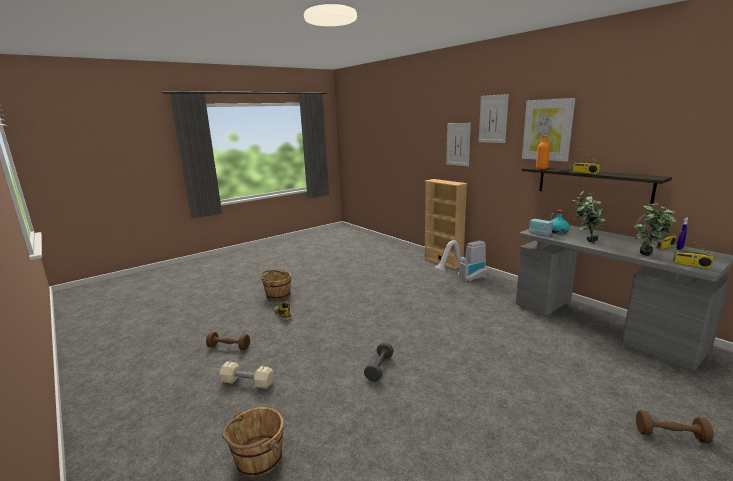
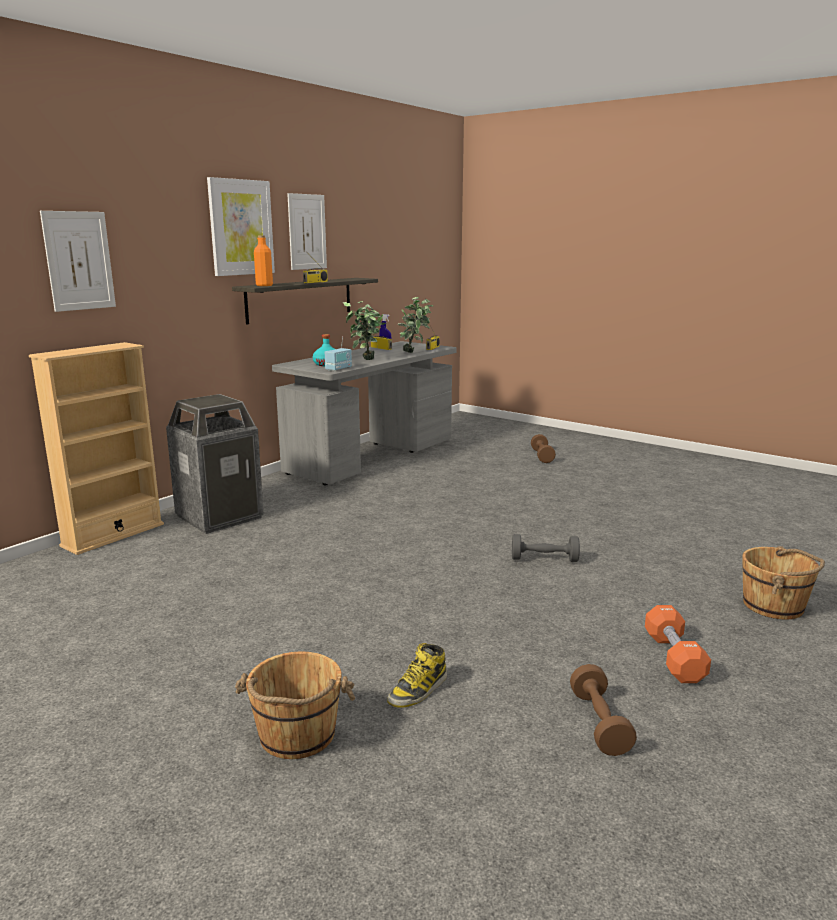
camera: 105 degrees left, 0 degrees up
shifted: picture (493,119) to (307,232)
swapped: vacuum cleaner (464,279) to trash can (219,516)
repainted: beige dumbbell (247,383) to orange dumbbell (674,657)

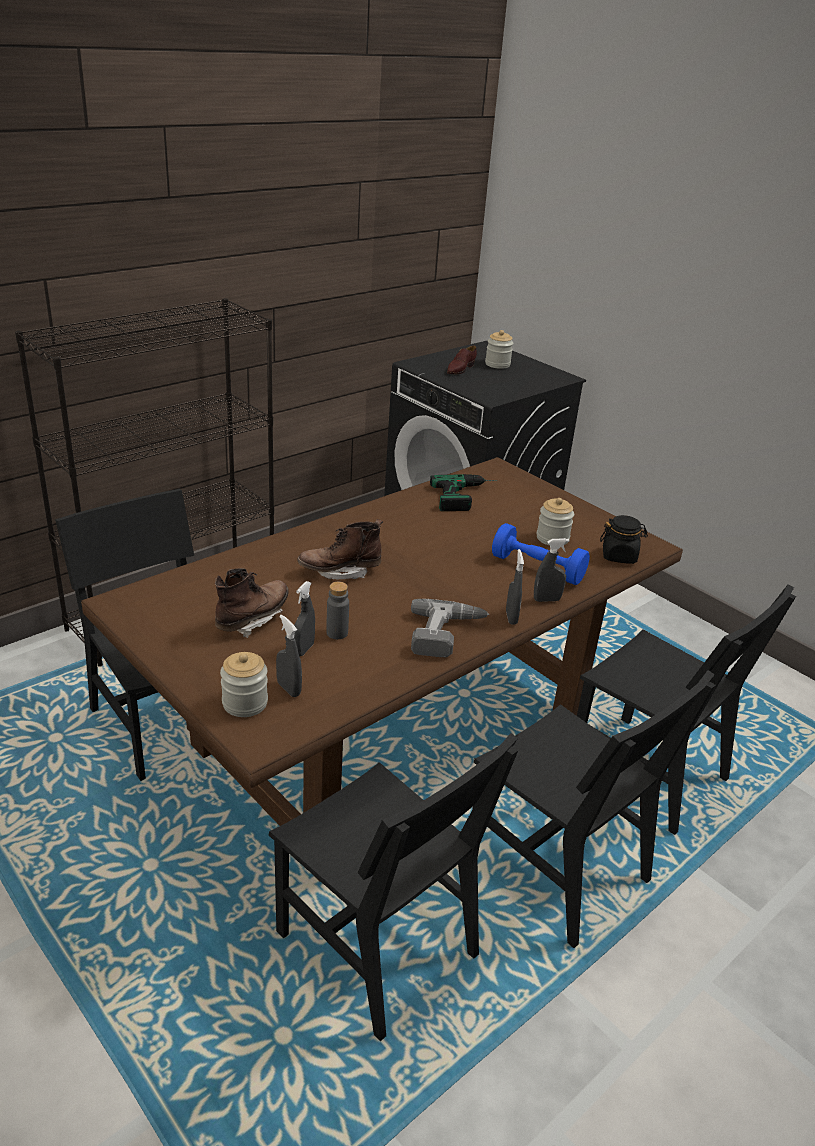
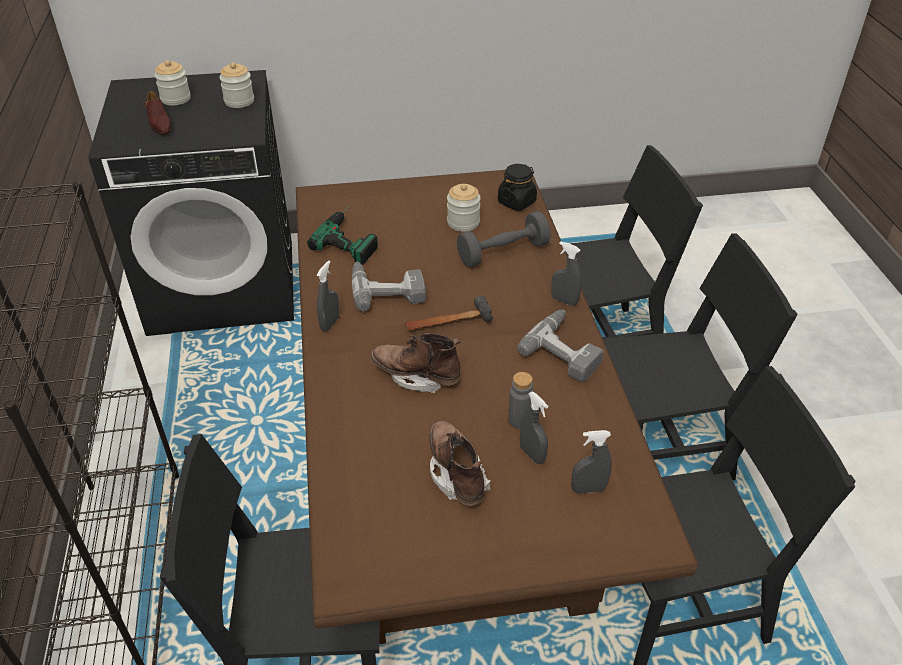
camera: 55 degrees left, 10 degrees up
new: power drill (387,289); hammer (448,321)
shifted: jar (245,703) to (239,101); grey spray bottle (547,600) to (330,323)
repainted: blue dumbbell (537,568) to grey dumbbell (503,253)
rotated: brown boot (340,571) = (416,376) 90 degrees clockwise

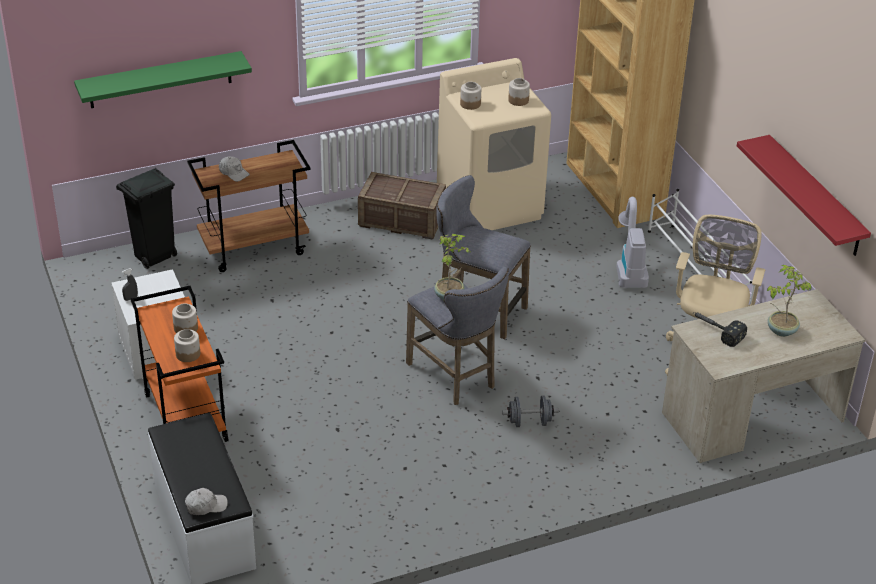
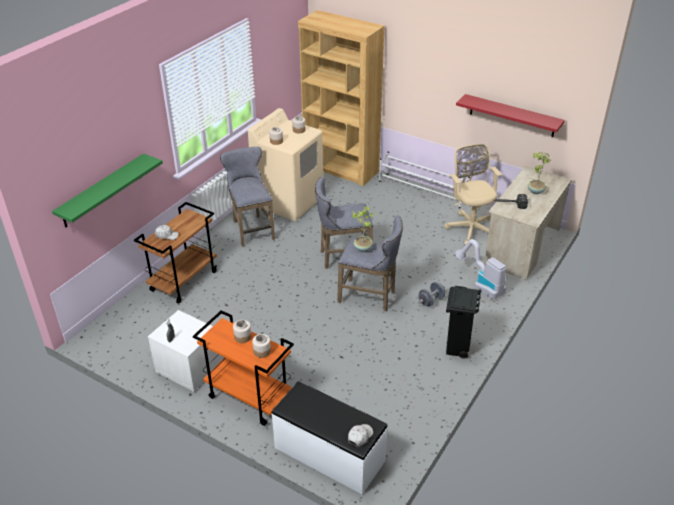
camera: 35 degrees left, 0 degrees up
shifted: black trash can (154,257) to (457,349); vacuum cleaner (629,267) to (481,284)
swapped: crate (402,220) to grey stool (251,229)

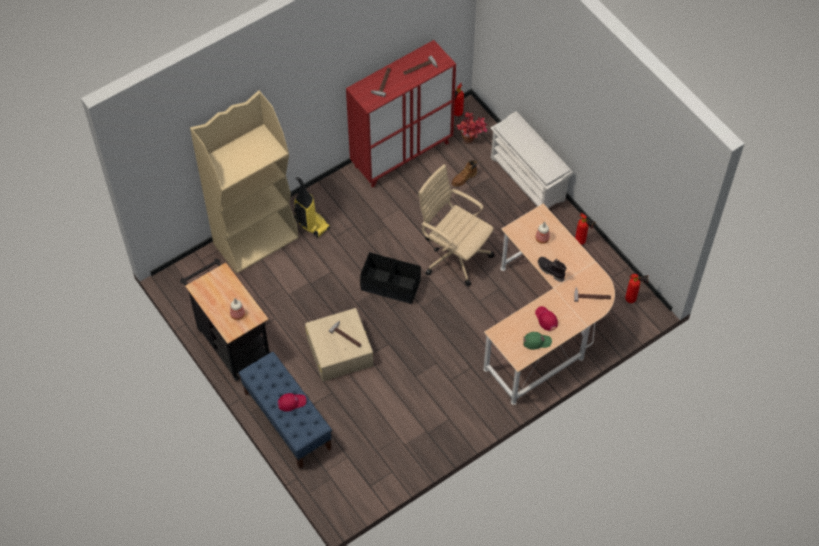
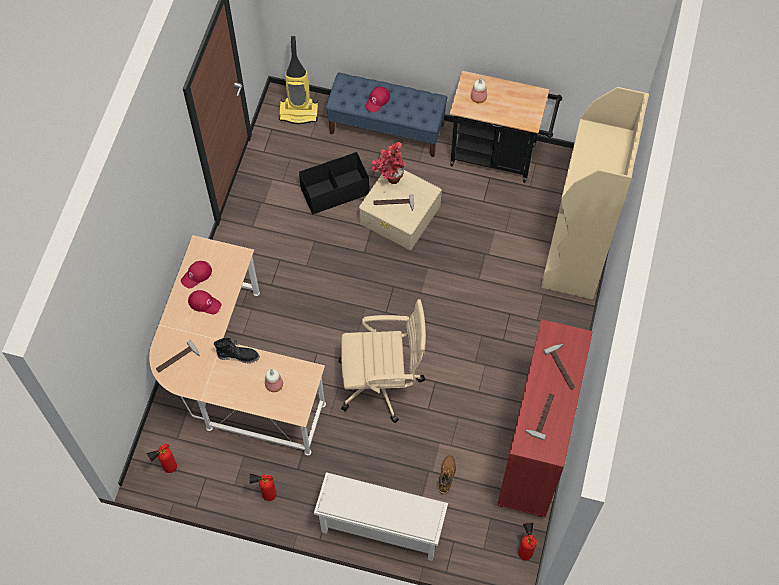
camera: 140 degrees right, 5 degrees up
shifted: vacuum cleaner (311,224) to (299,112); black storage box (390,286) to (334,191); potted plant (471,141) to (389,180)
repainted: green cap (536,341) to red cap (196,275)

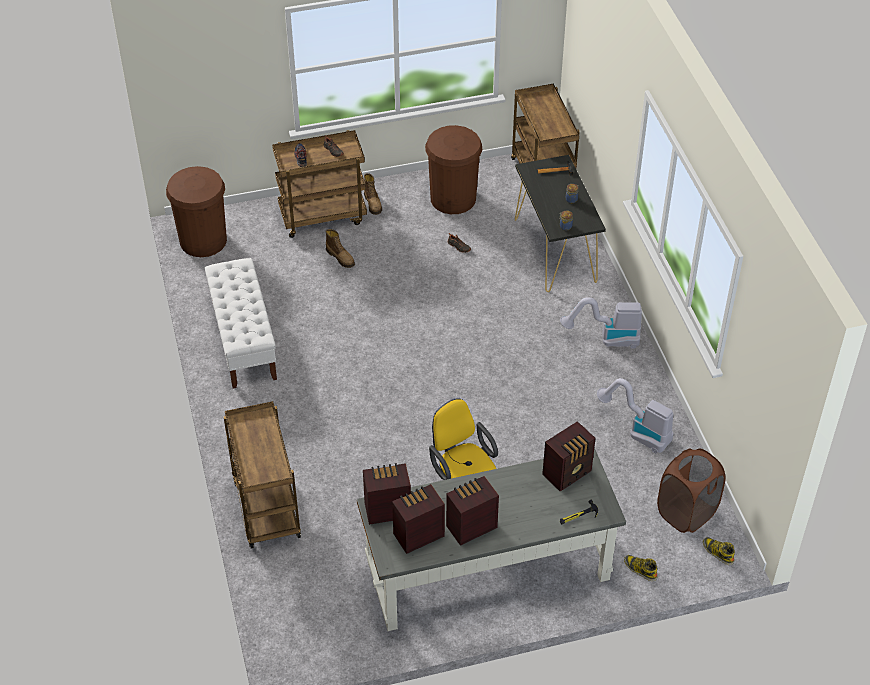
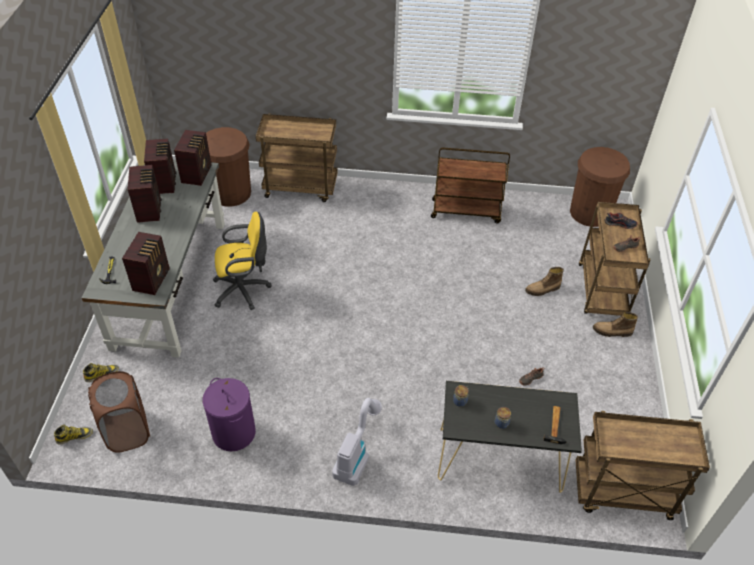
camera: 110 degrees right, 0 degrees up
shifted: brown trash can (453,198) to (231,193)
swapped: vacuum cleaner (637,431) to purple laundry basket (233,432); white bench (243,340) to brown cart (466,211)
rotated: radio (568,473) = (152,279) 150 degrees counterclockwise

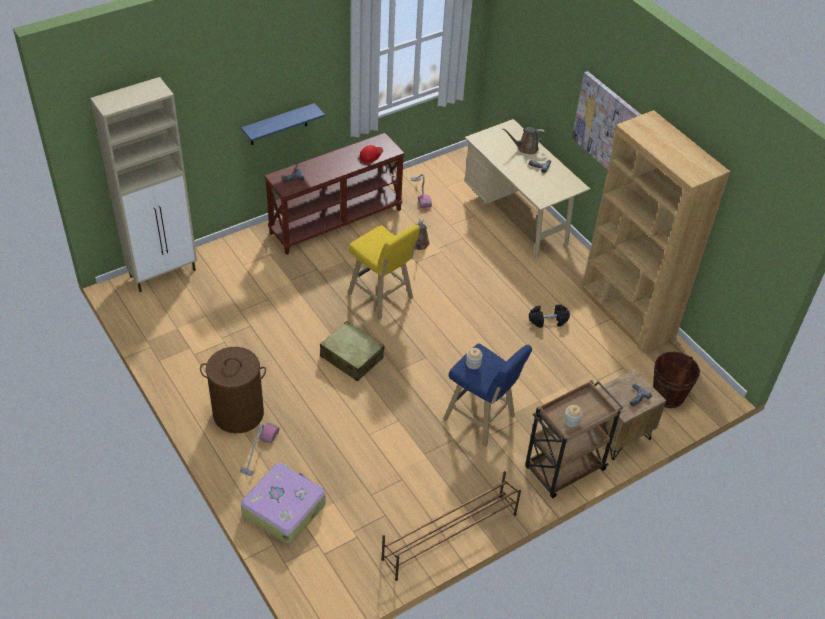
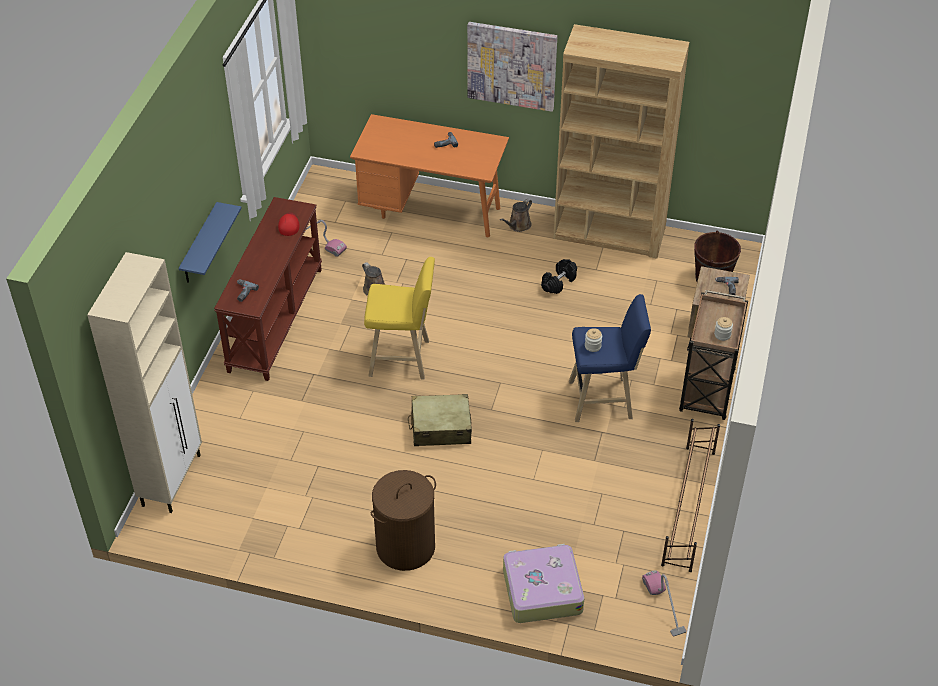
camera: 40 degrees left, 0 degrees up
shifted: brown watering can (525,148) to (518,225); vacuum cleaner (259,450) to (664,605)
repainted: beige desk (518,218) to orange desk (431,211)

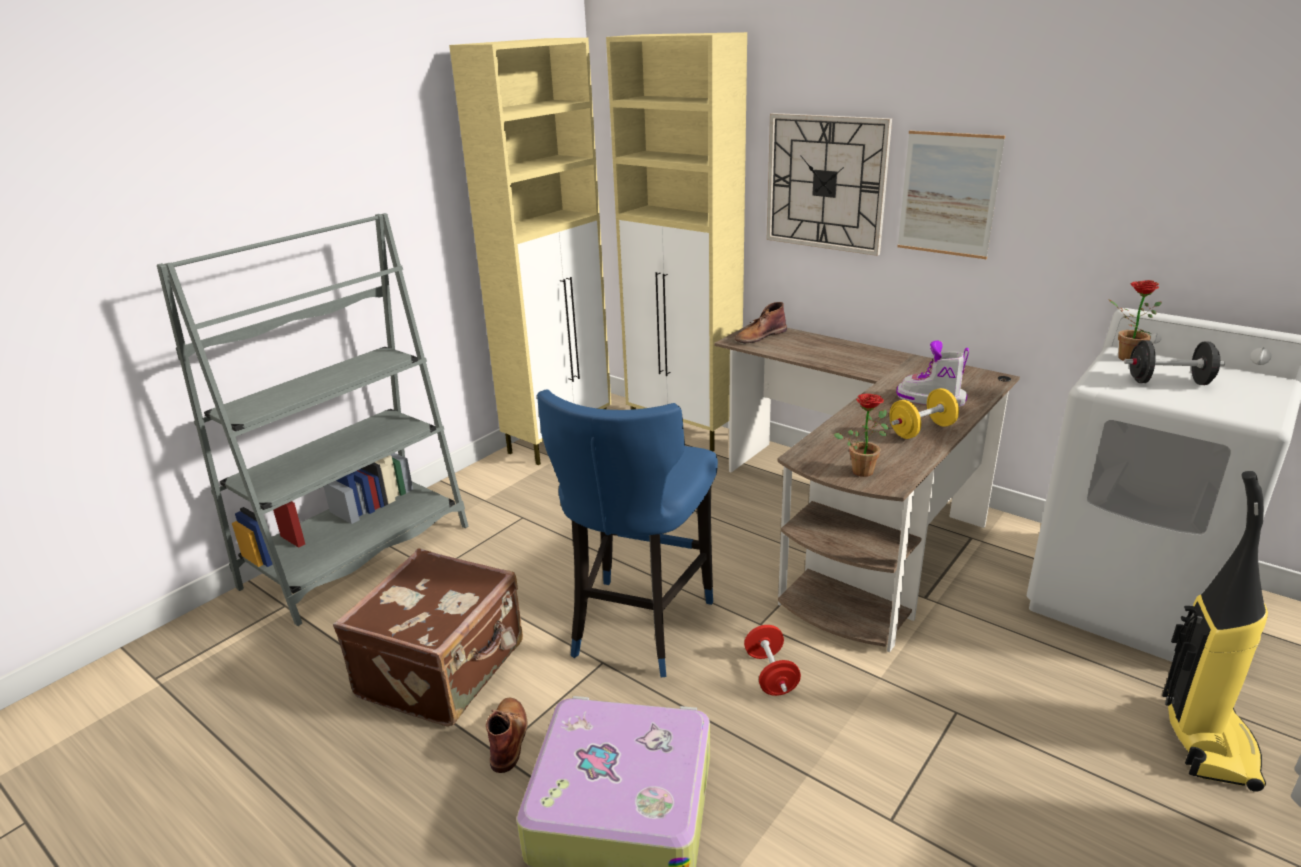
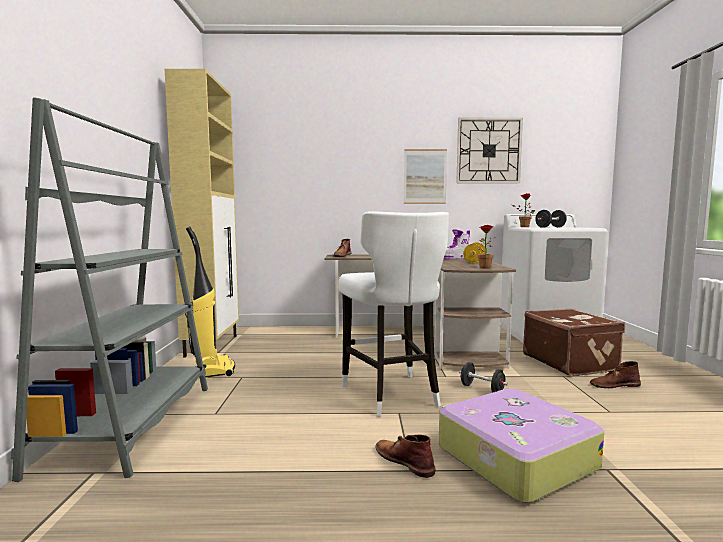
camera: 40 degrees left, 20 degrees down
gone: beige cabinet (684,431)
new: brown boot (614,385)
shifted: vacuum cleaner (1204,740) to (213,369); wall clock (826,183) to (488,151); brown suitcase (445,670) to (570,362)
repainted: blue stool (638,627) to white stool (391,395); red dumbbell (771,674) to black dumbbell (482,389)

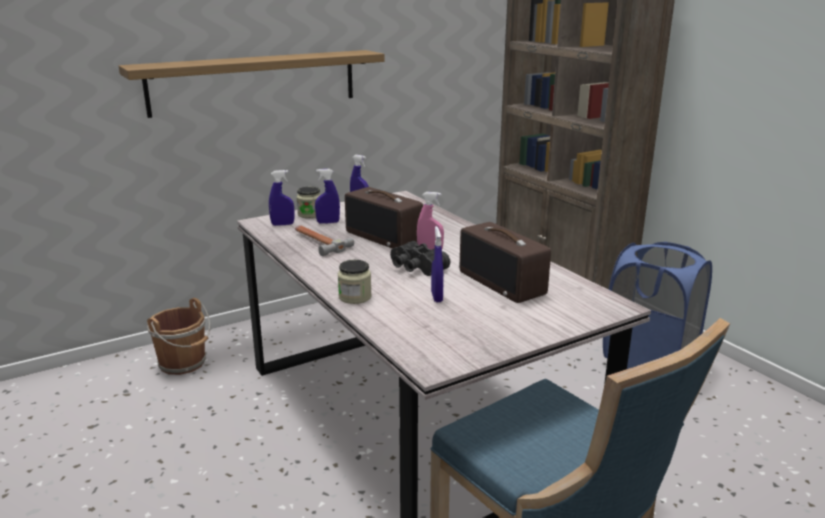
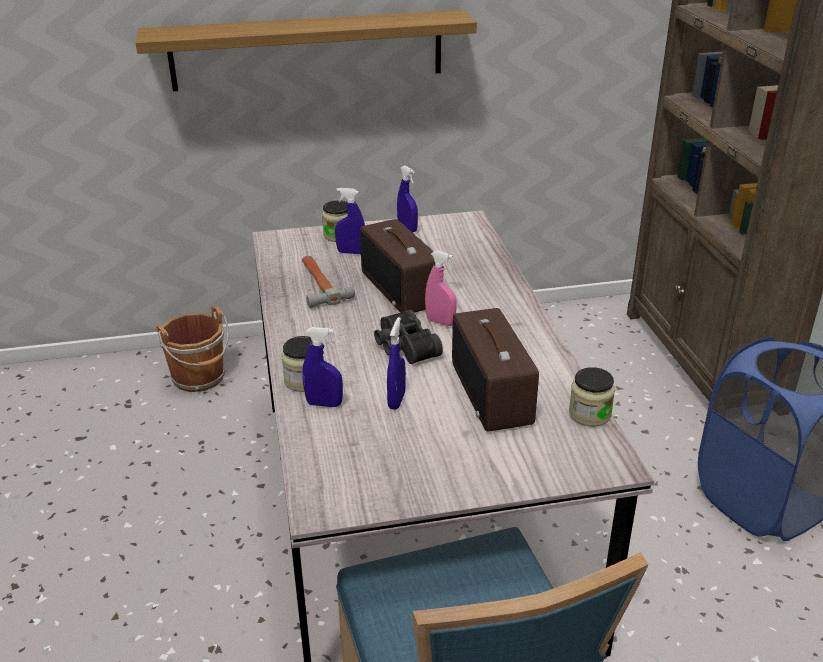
camera: 20 degrees right, 10 degrees up
new: jar (589,414)
shifted: blue spray bottle (282,224) to (324,404)

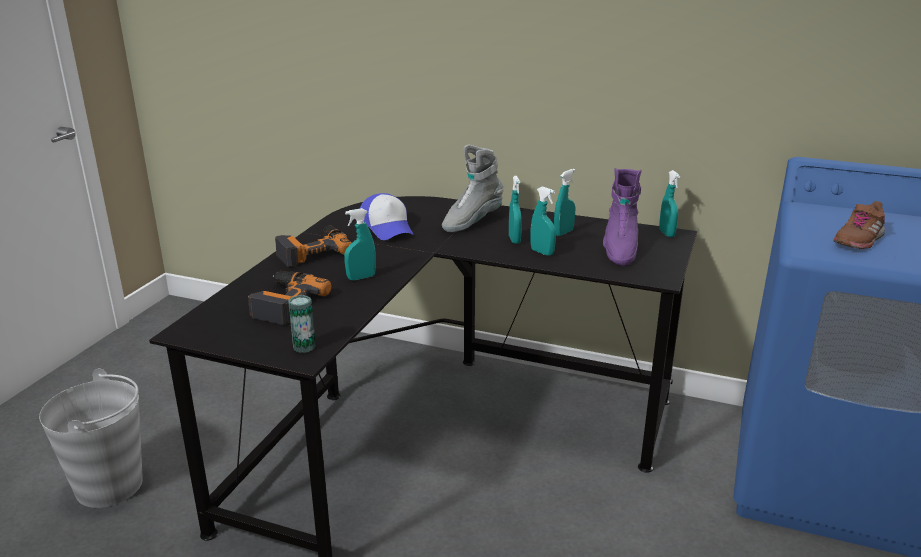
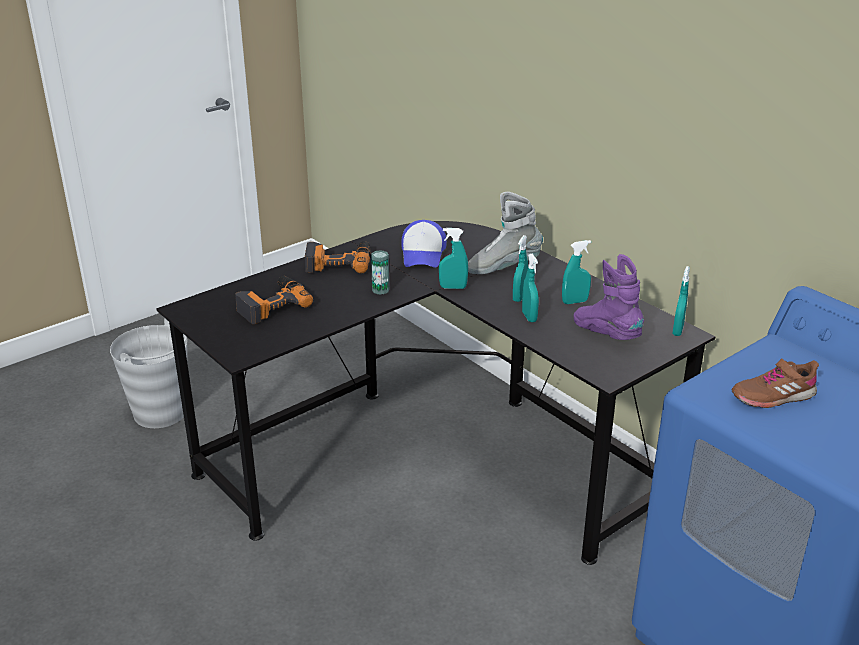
camera: 30 degrees right, 5 degrees up
shifted: can (304,347) to (380,290); turquoise spray bottle (361,277) to (453,287)
rotated: purple boot (619,249) = (606,334) 105 degrees clockwise

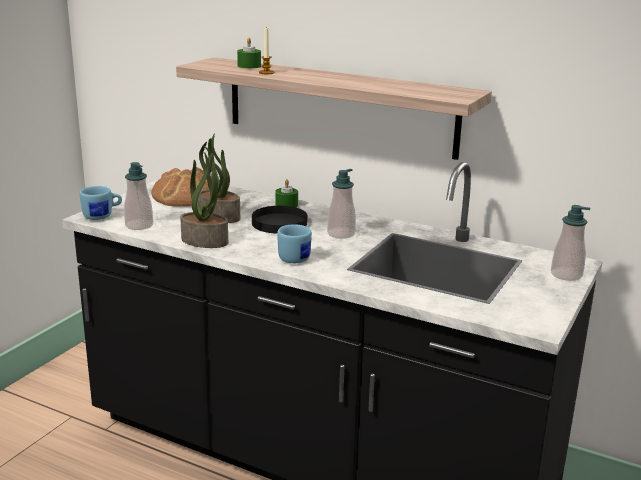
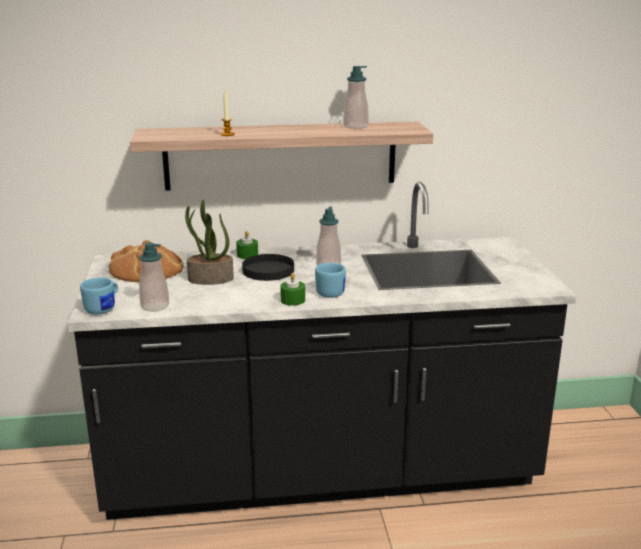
camera: 35 degrees left, 0 degrees up
gone: potted plant (205,241)
shifted: green candle (249,66) to (292,300); soap dispenser (566,275) to (355,126)

